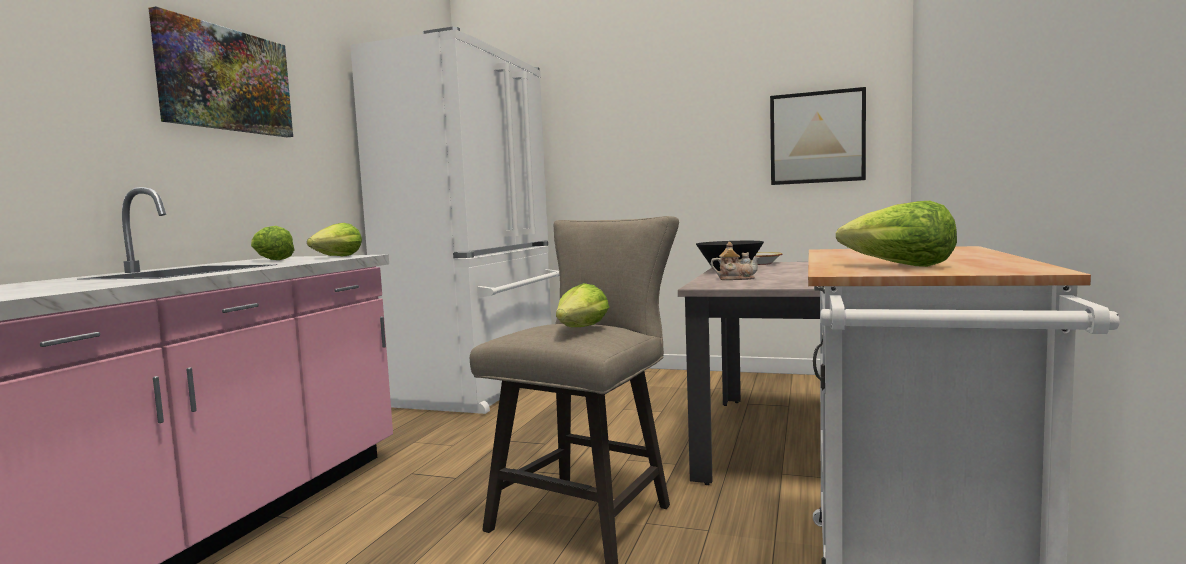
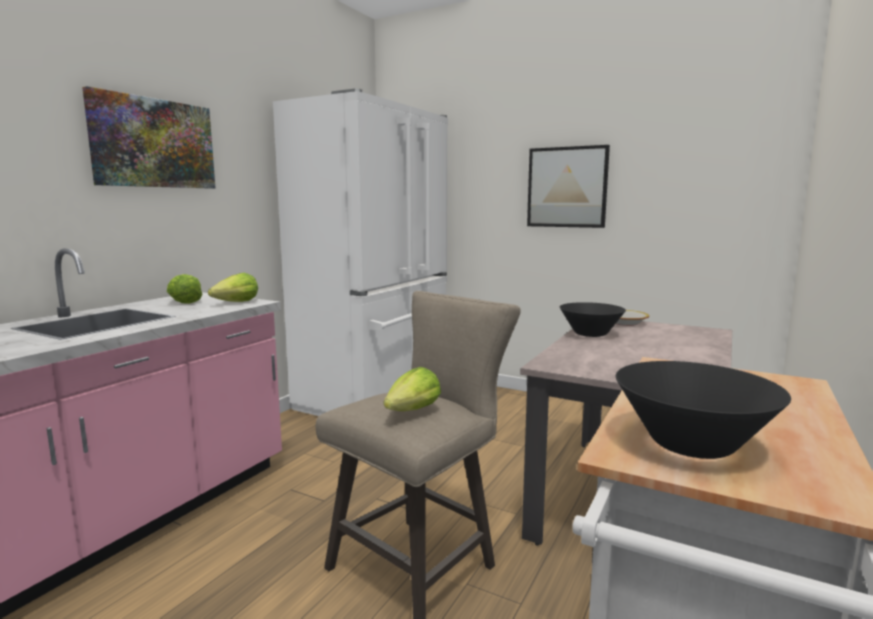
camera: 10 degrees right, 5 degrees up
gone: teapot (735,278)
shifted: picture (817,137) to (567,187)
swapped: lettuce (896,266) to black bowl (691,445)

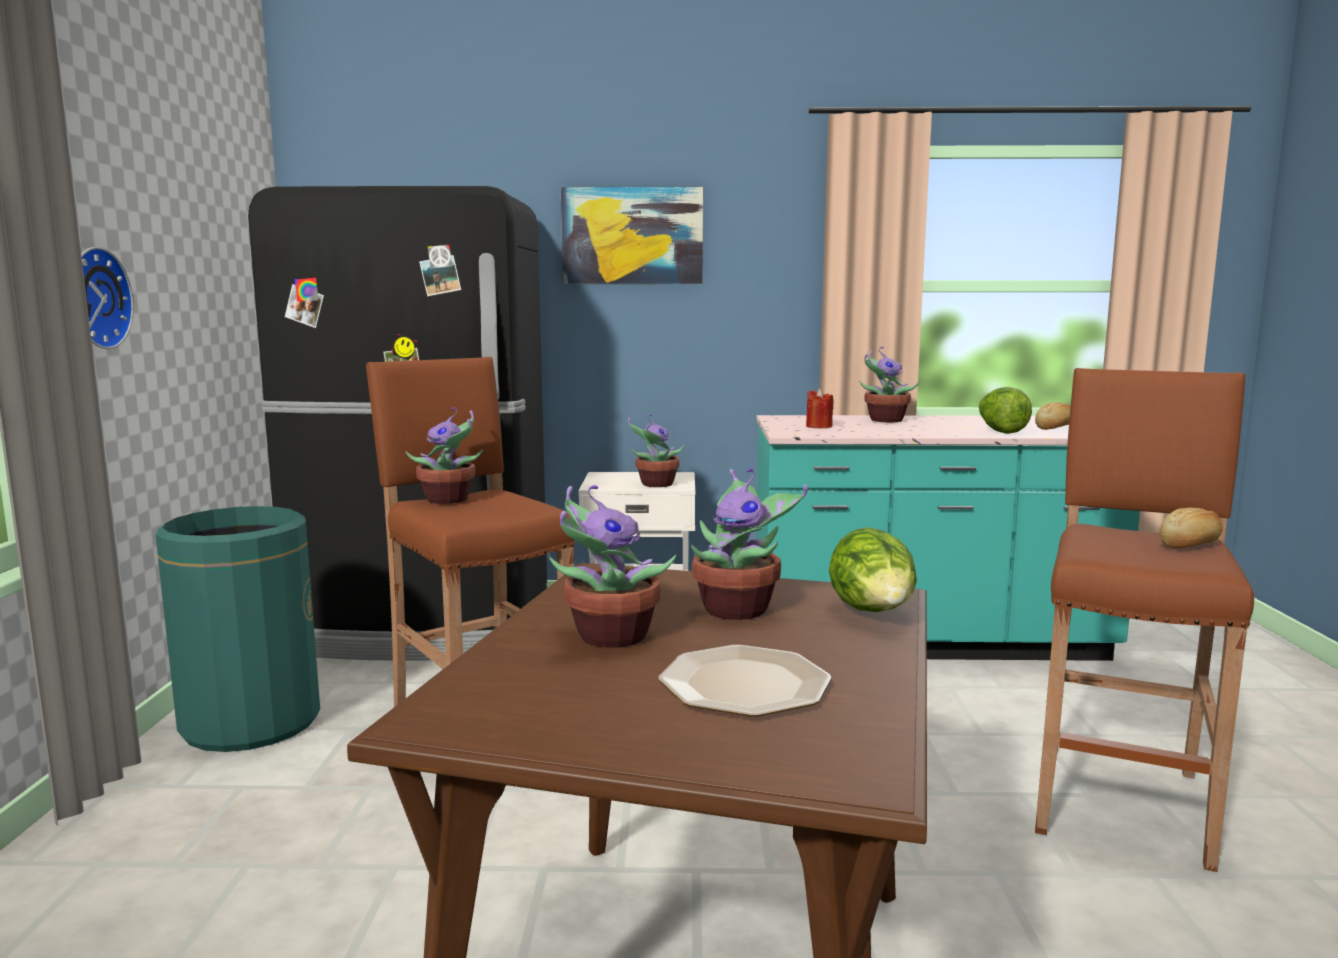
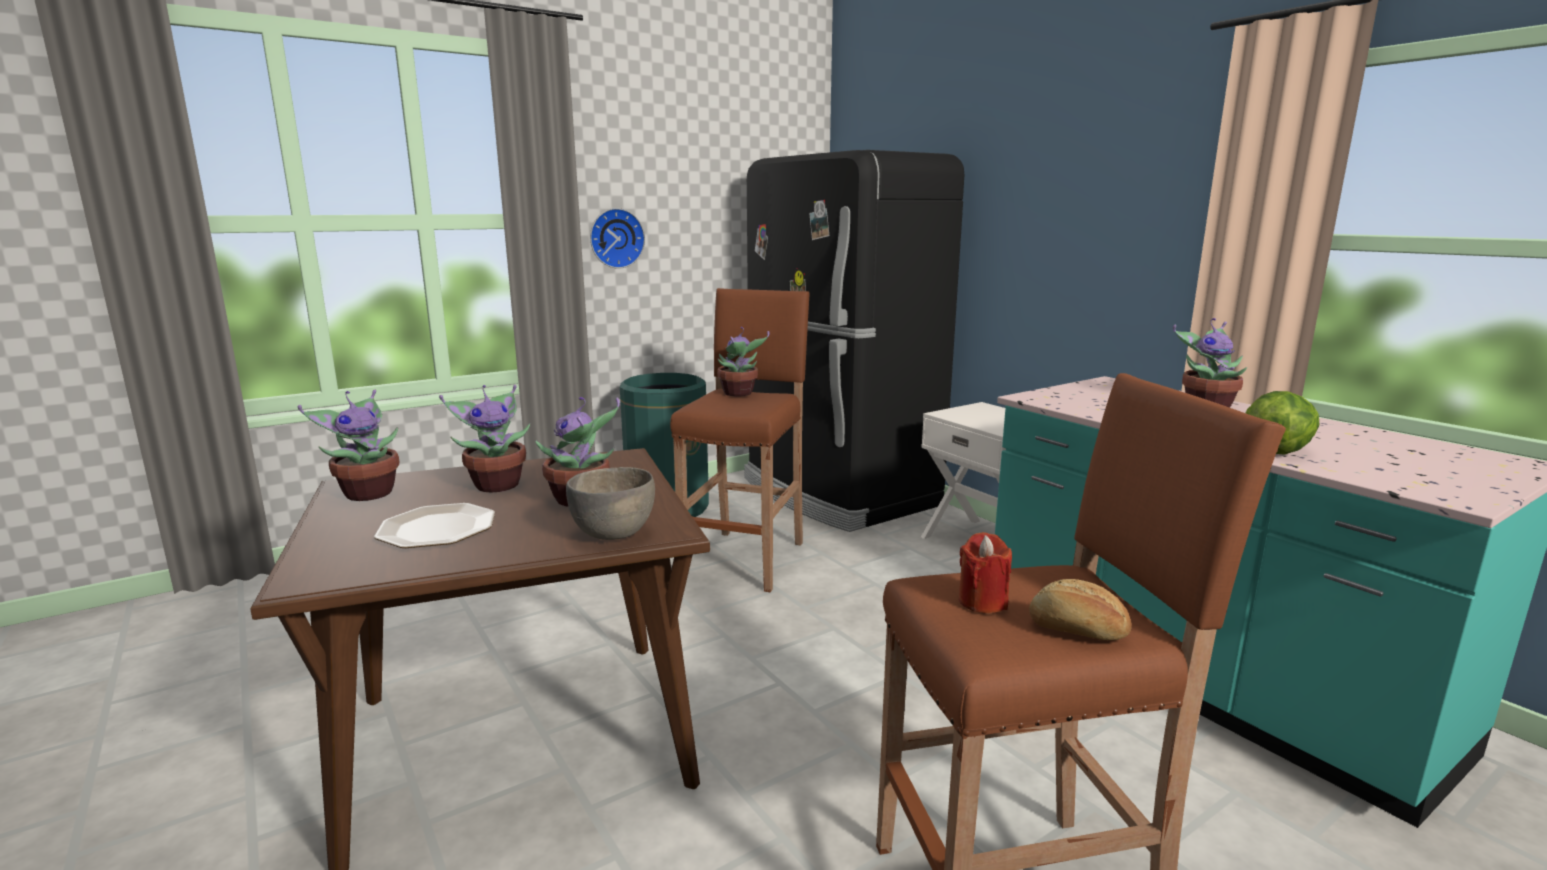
camera: 55 degrees right, 5 degrees up
gone: picture (632,236); bread (1054,428)
shifted: potted plant (655,484) to (367,493); red candle (819,426) to (982,601)
swapped: lettuce (873,613) to grey bowl (614,534)

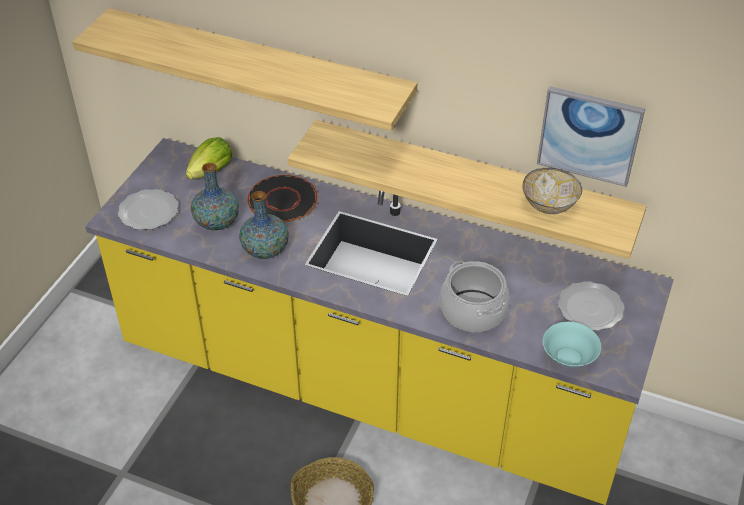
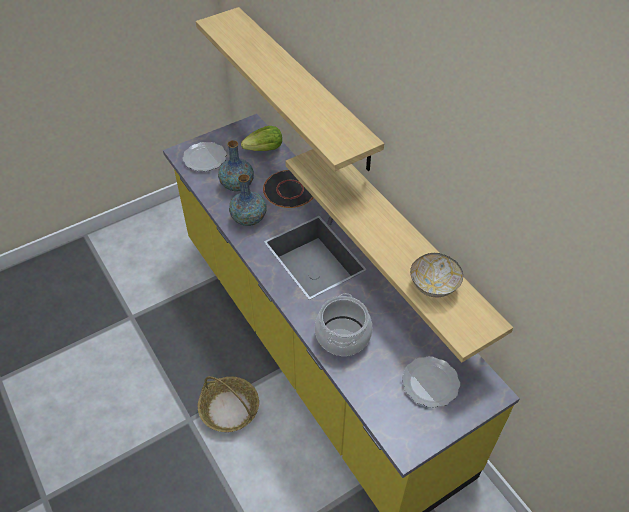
camera: 35 degrees right, 5 degrees up
gone: picture (589,135); turquoise bowl (568,357)

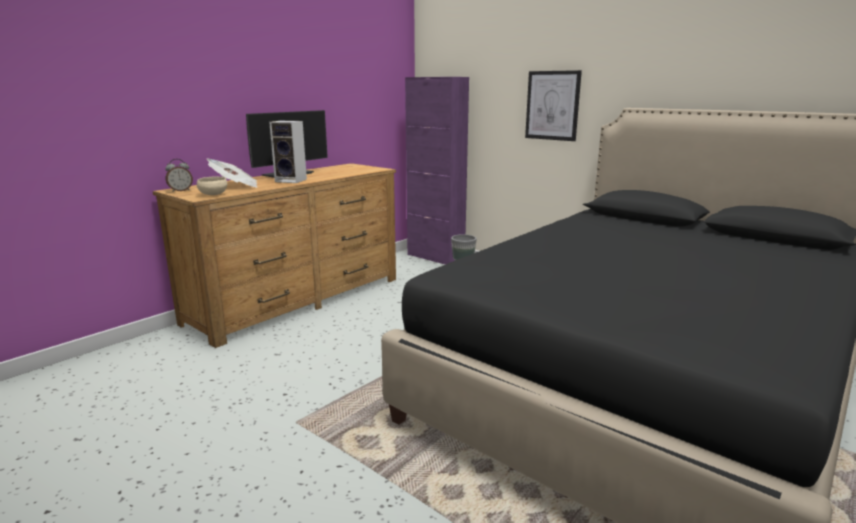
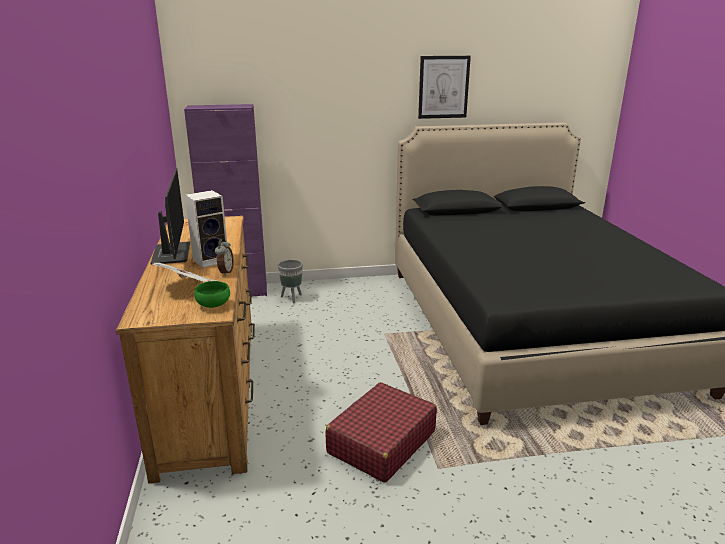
camera: 50 degrees left, 5 degrees up
new: red suitcase (381,442)
shifted: alarm clock (180,191) to (225,272); picture (552,105) to (443,87)
repainted: beige bowl (213,195) to green bowl (214,305)

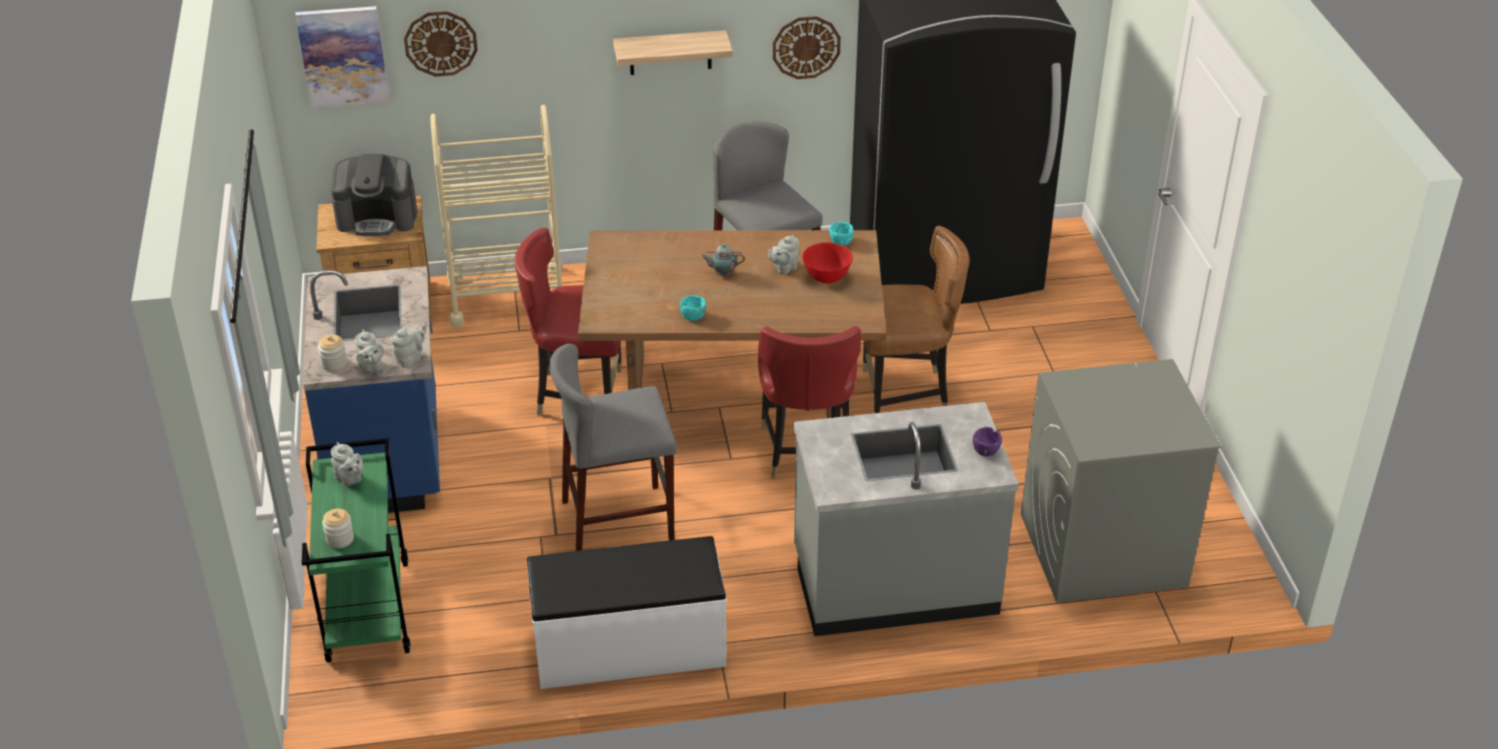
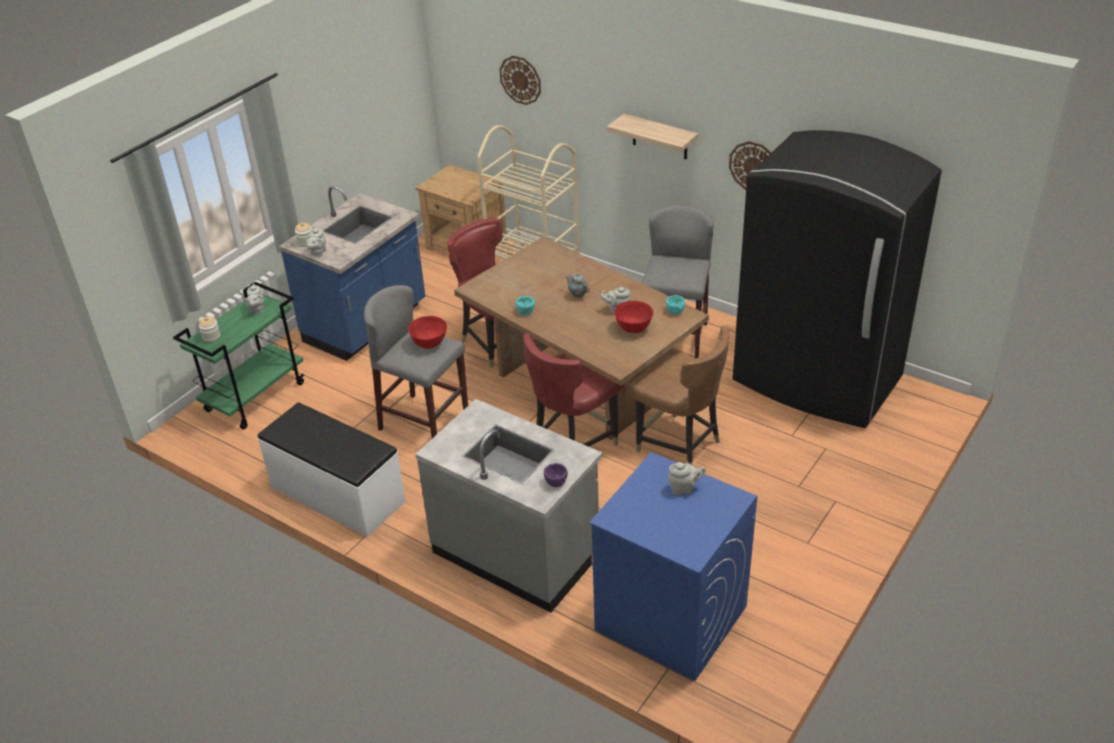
camera: 45 degrees right, 0 degrees up
gone: picture (343,56); coffee machine (378,218)
new: red bowl (429,344)
shifted: grey teapot (410,359) to (684,488)
repainted: grey washing machine (1101,550) to blue washing machine (670,618)

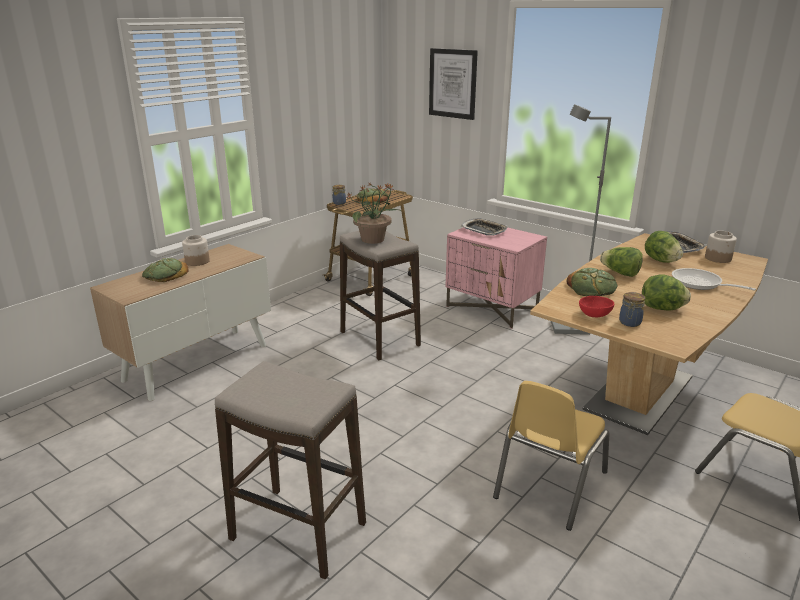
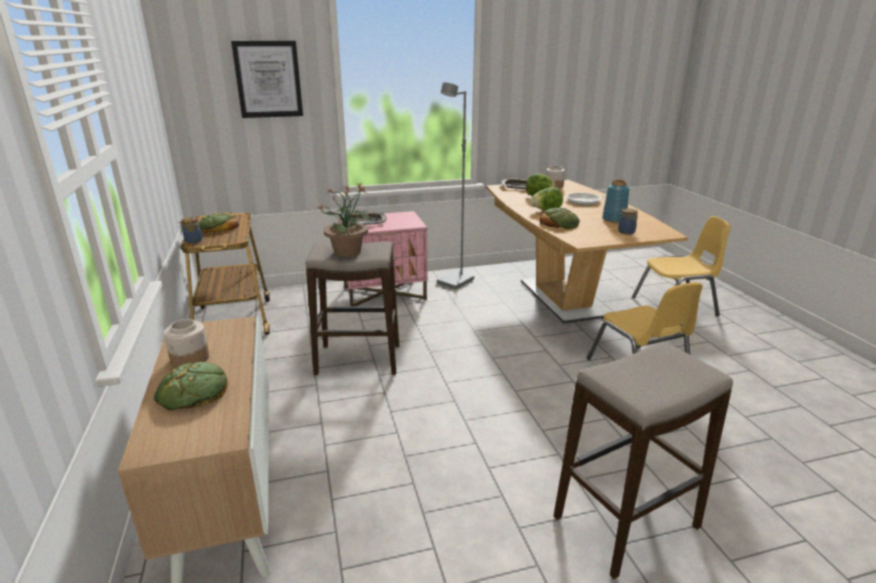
camera: 55 degrees left, 0 degrees up
gone: red bowl (594,314)
swapped: lettuce (662,308) to blue vase (613,219)

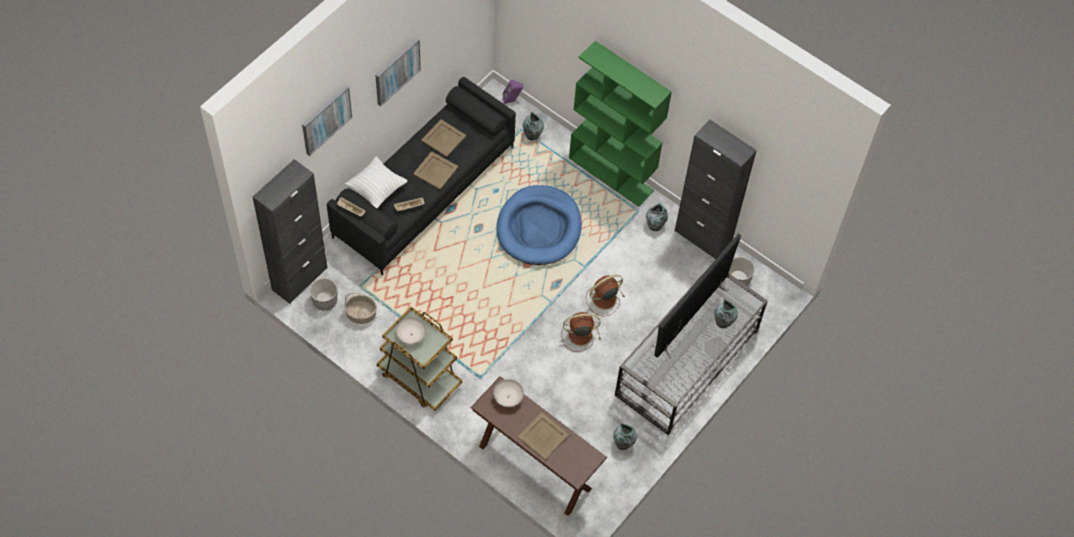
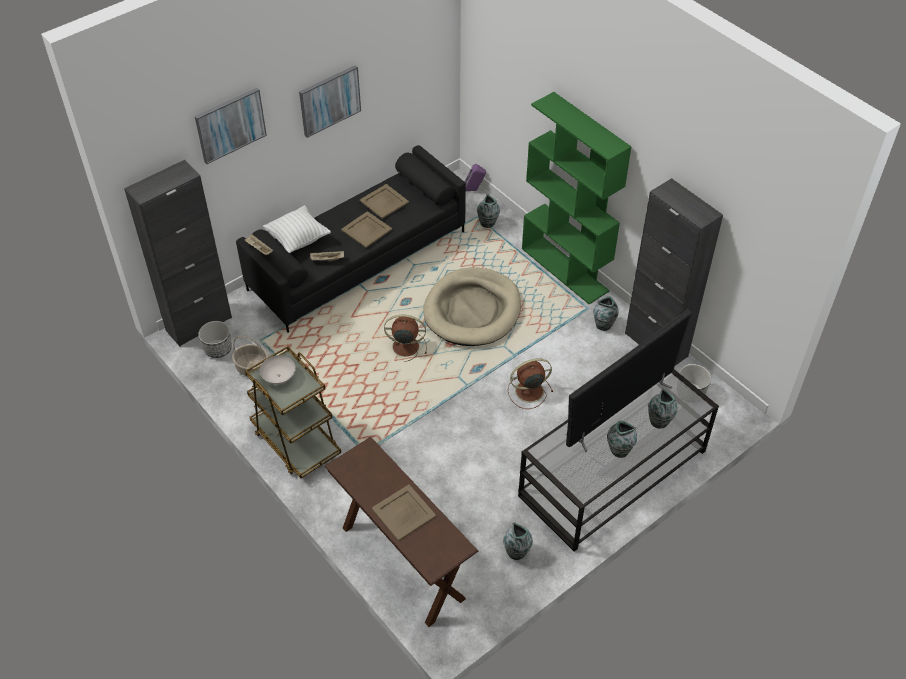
camera: 15 degrees right, 10 degrees down
gone: white bowl (507,397)
new: vase (619,450)
shifted: brown fan (579,335) to (404,346)
repainted: blue dog bed (539,228) to beige dog bed (472,310)

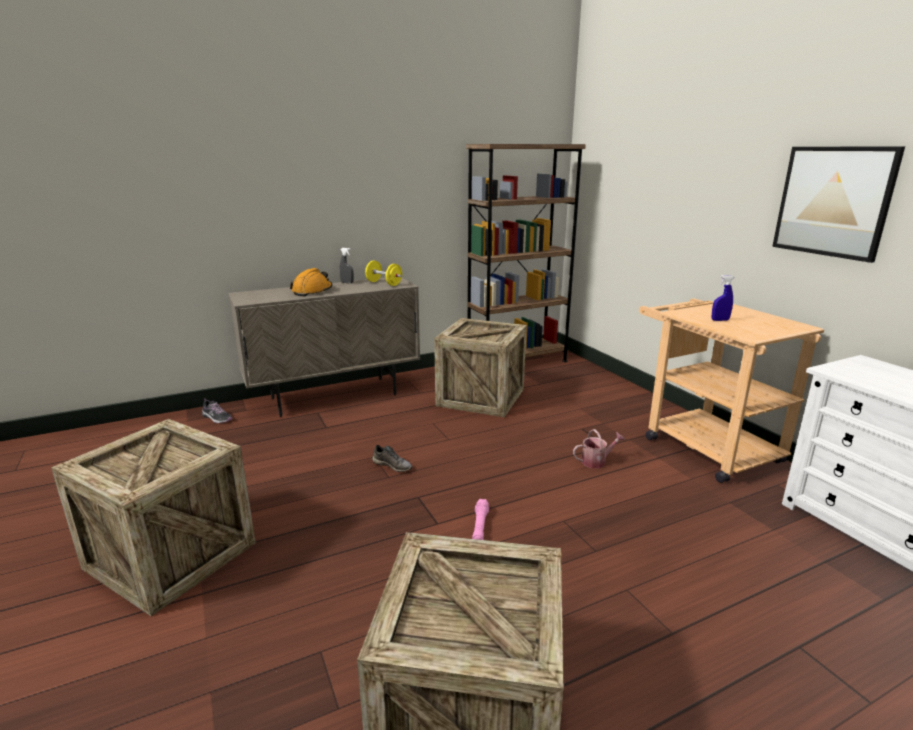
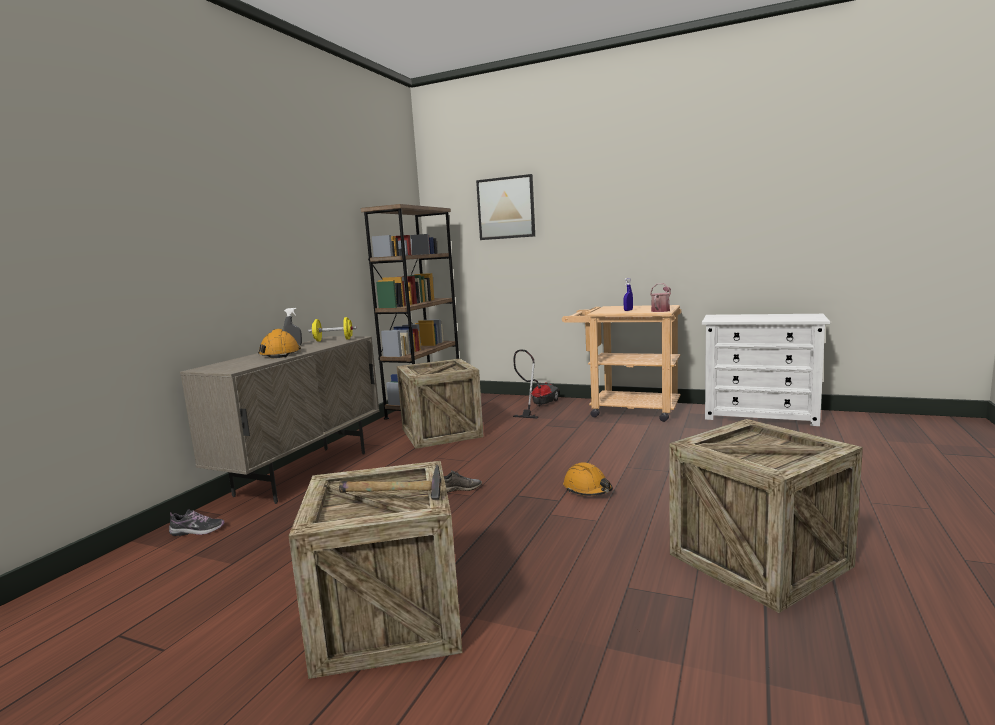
camera: 40 degrees left, 10 degrees down
new: hammer (394,497); vacuum cleaner (537,405)
shifted: picture (833,201) to (506,208); watering can (596,461) to (661,310)
swapped: pink flashlight (480,526) to orange hard hat (587,490)

